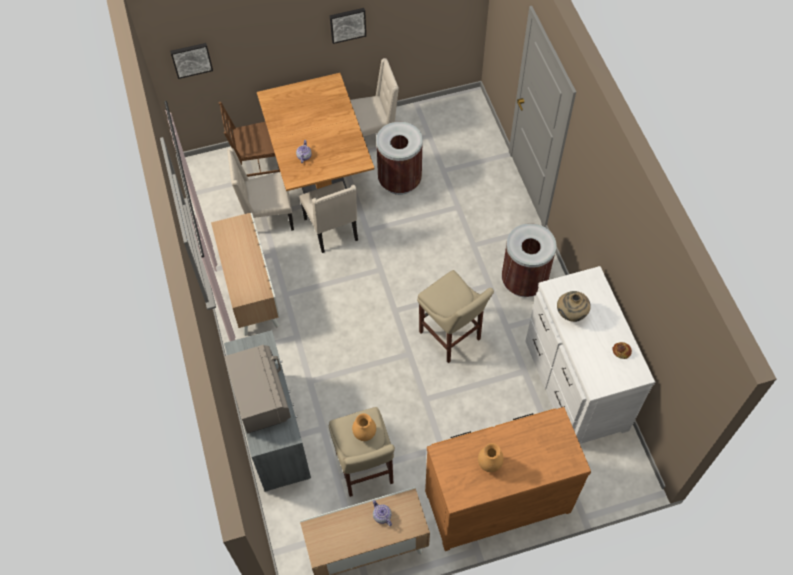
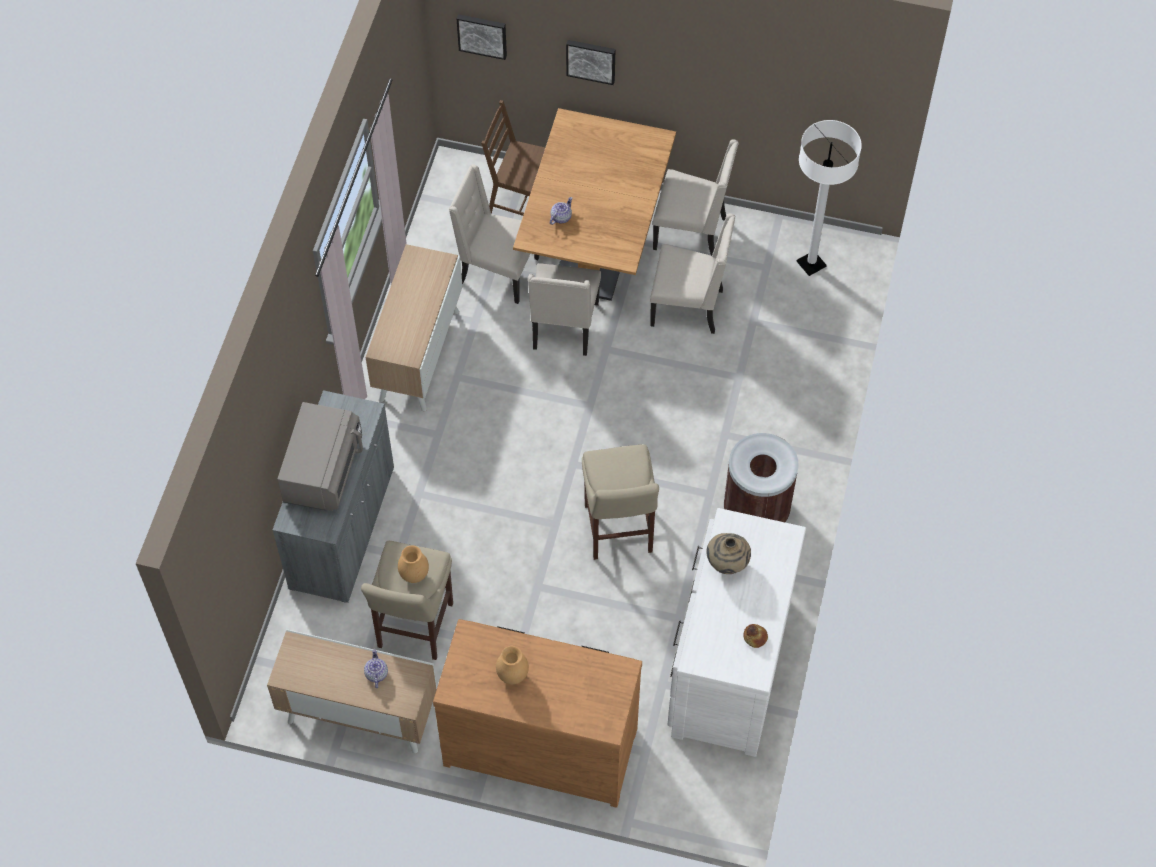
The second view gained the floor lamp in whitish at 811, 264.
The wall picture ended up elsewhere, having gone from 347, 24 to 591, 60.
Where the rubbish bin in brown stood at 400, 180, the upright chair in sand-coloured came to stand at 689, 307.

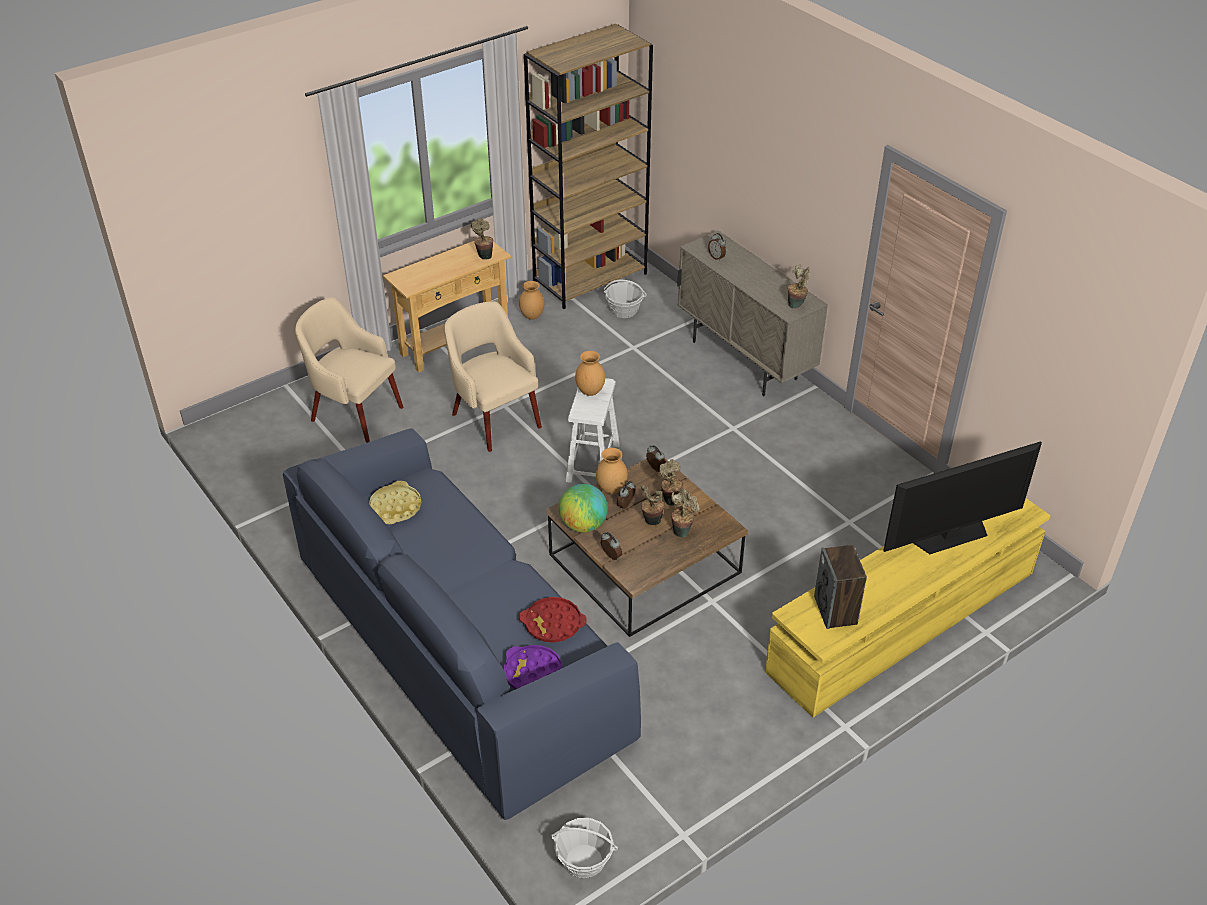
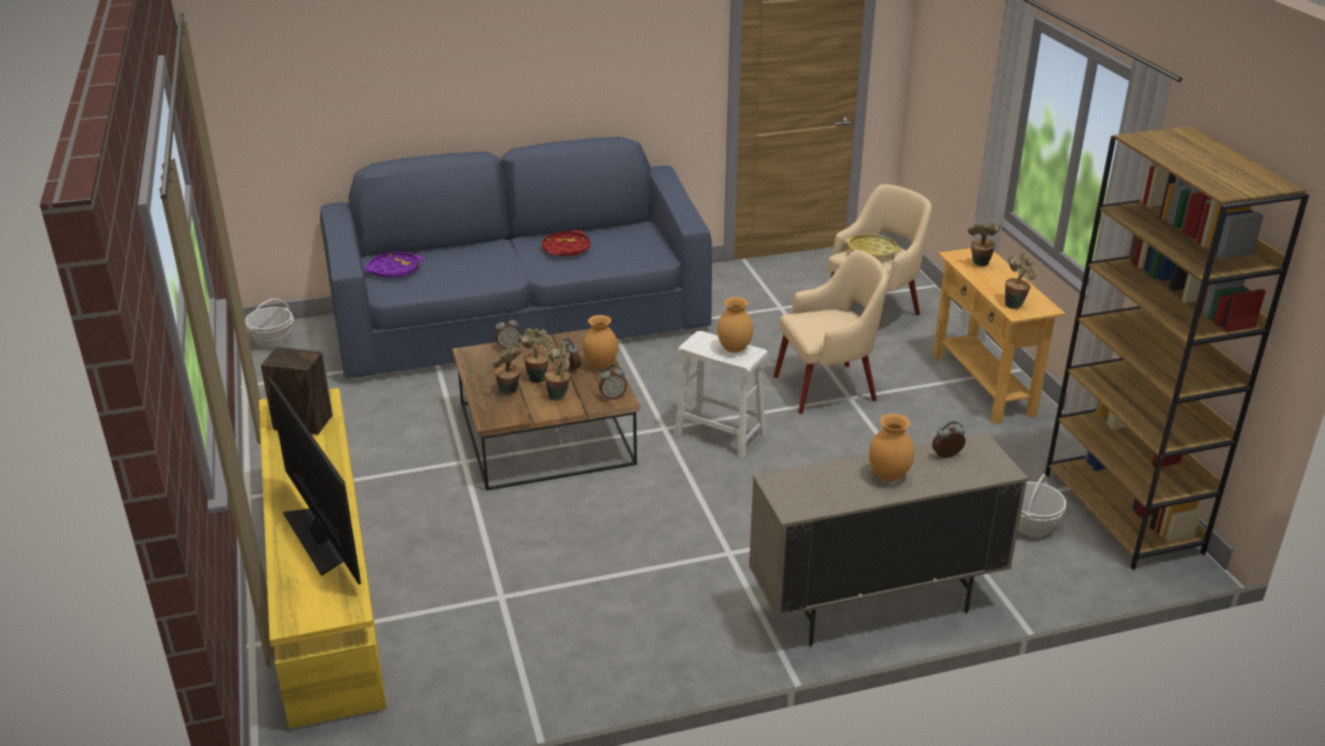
The second view lost the globe at 583, 525.
The serving tray in yellow-coloured ended up elsewhere, having gone from 395, 507 to 872, 251.
The flower vase in brown ended up elsewhere, having gone from 531, 316 to 888, 475.
The serving tray in red-coloured ended up elsewhere, having gone from 553, 624 to 566, 248.
The potted plant ended up elsewhere, having gone from 797, 305 to 980, 264.
The TV set at 950, 535 ended up facing another way, 150 degrees clockwise from before.

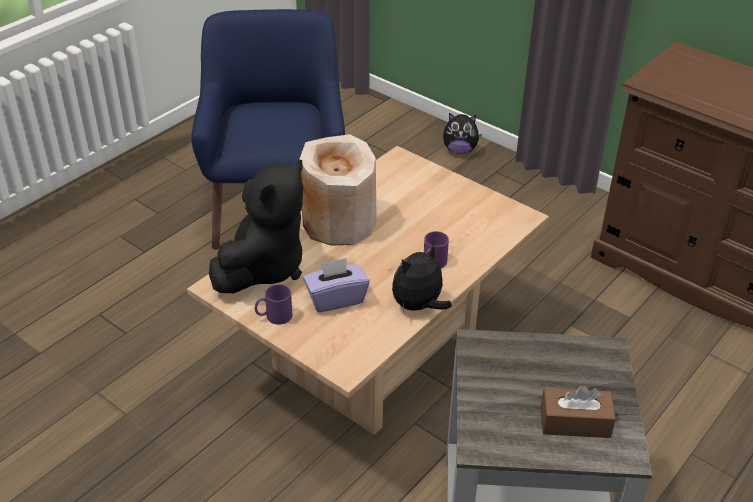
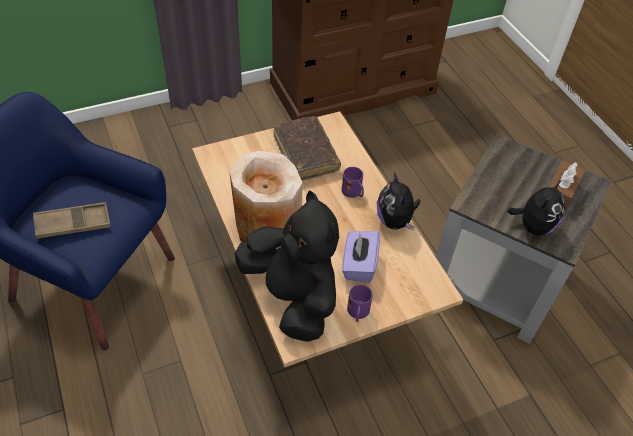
The second view gained the serving tray in brown at 73, 224.
The second view gained the bound book in brown at 306, 154.
The soft toy ended up elsewhere, having gone from 459, 150 to 533, 226.

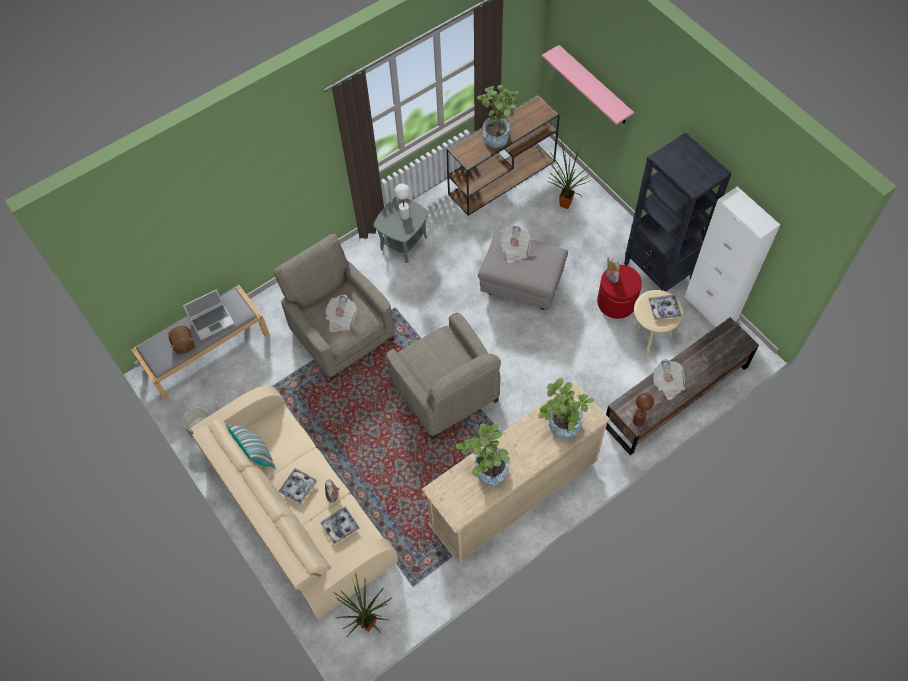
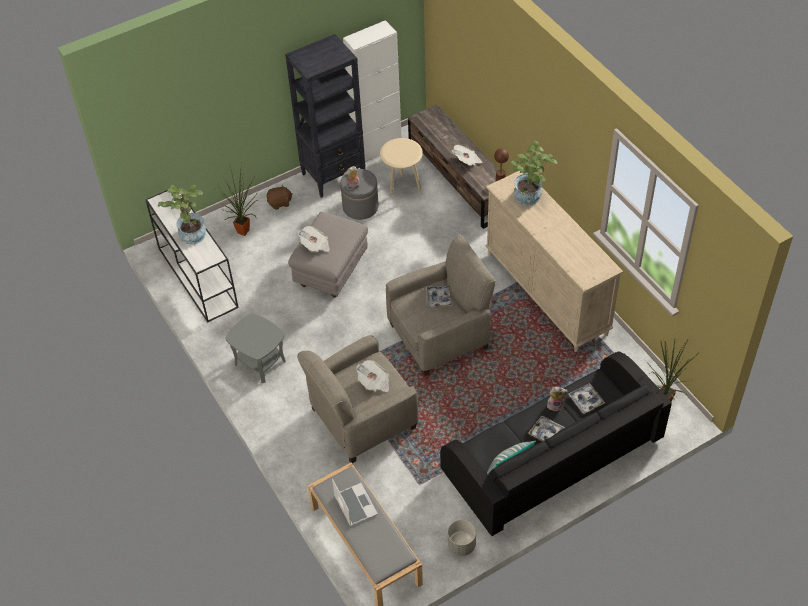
The second view lost the table lamp in whitish at 404, 215.
The second view lost the potted plant at 486, 471.
The second view lost the wall shelf in pink-coloured at 594, 86.
The soft toy in brown ended up elsewhere, having gone from 183, 345 to 280, 203.
The serving tray ended up elsewhere, having gone from 664, 309 to 438, 298.
What was the sofa in sand-coloured at 298, 508 turned into the sofa in blackish at 552, 457.
What was the console table in brown at 502, 177 turned into the console table in whitish at 197, 277.
What was the footrest in red-coloured at 616, 302 turned into the footrest in gray at 360, 207.

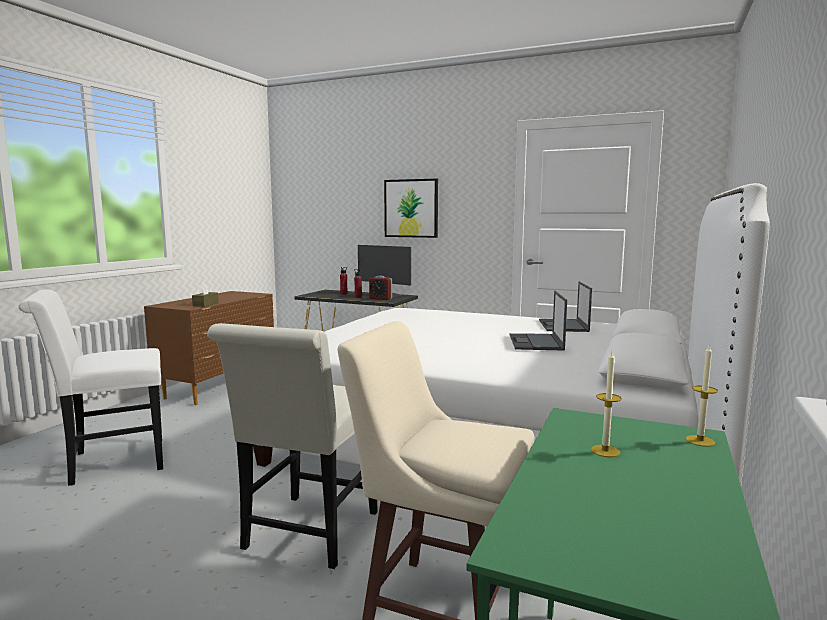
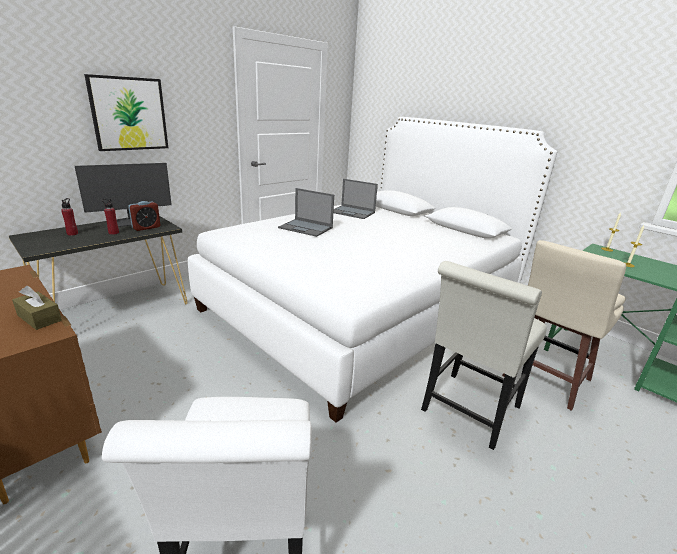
The laptop ended up elsewhere, having gone from 536, 342 to 306, 228.
The upright chair in whitish at 307, 535 ended up facing another way, 90 degrees clockwise from before.

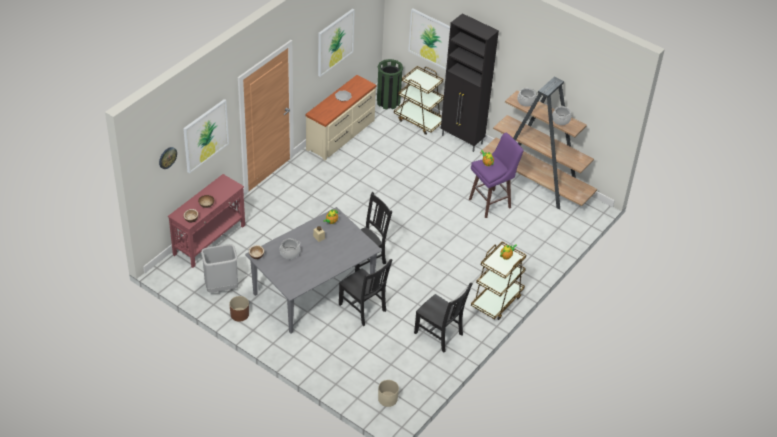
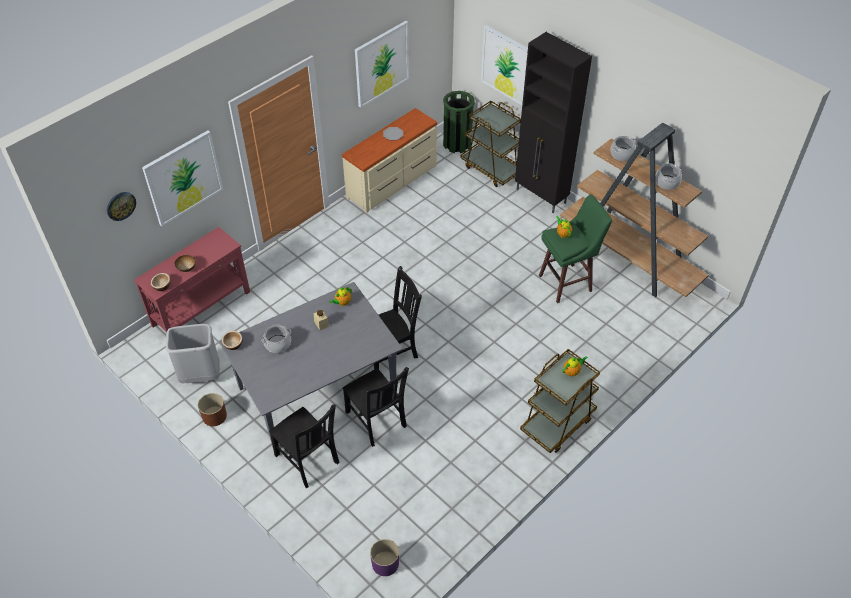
The upright chair in blackish ended up elsewhere, having gone from 439, 334 to 308, 460.
What was the planter in sand-coloured at 387, 399 turned into the planter in purple at 385, 563.
What was the stool seat in purple at 491, 203 turned into the stool seat in green at 567, 283.

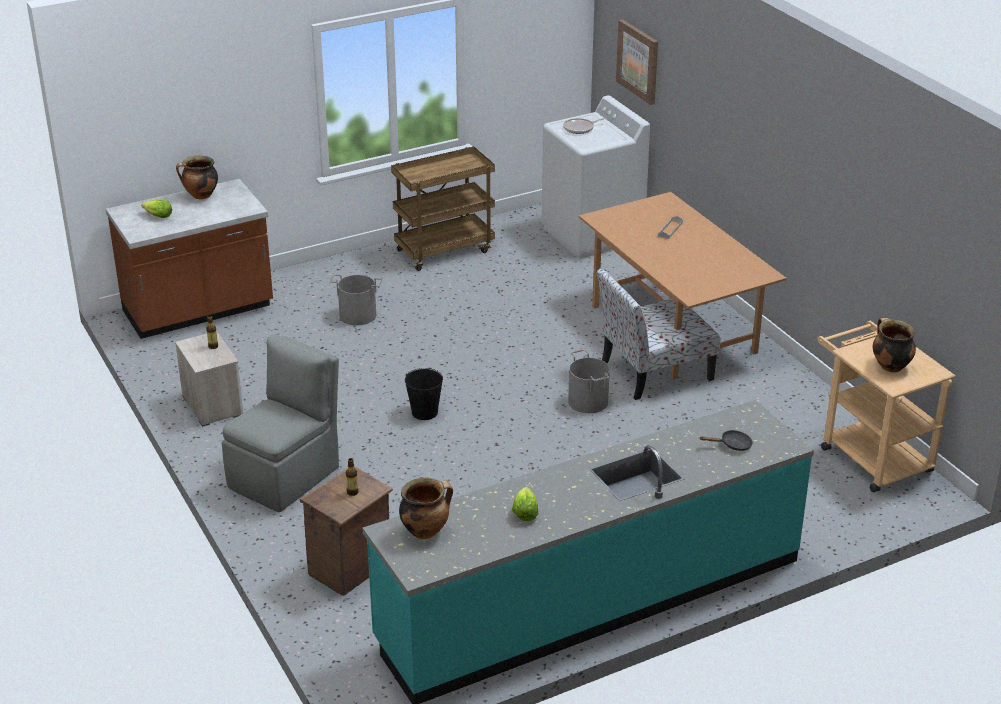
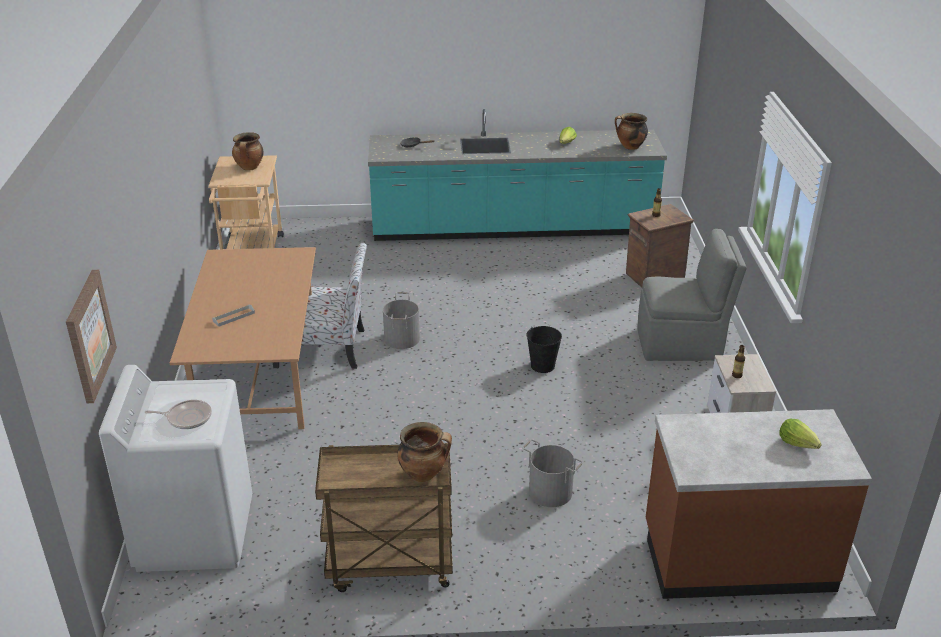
The stockpot ended up elsewhere, having gone from 200, 196 to 424, 474.
The upright chair in gray at 286, 476 ended up facing another way, 150 degrees counterclockwise from before.

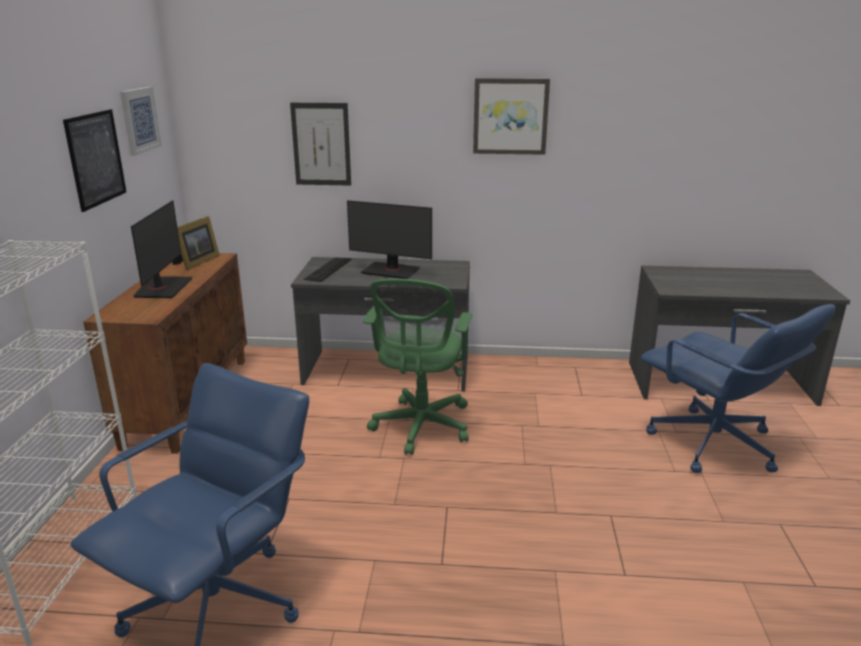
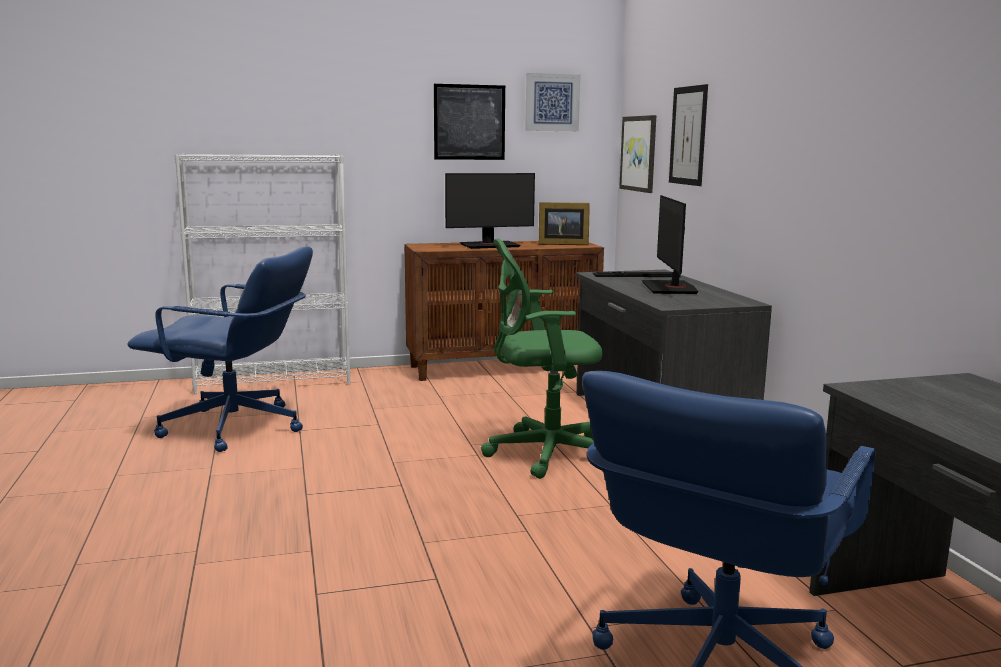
The wall picture ended up elsewhere, having gone from 510, 116 to 639, 153.

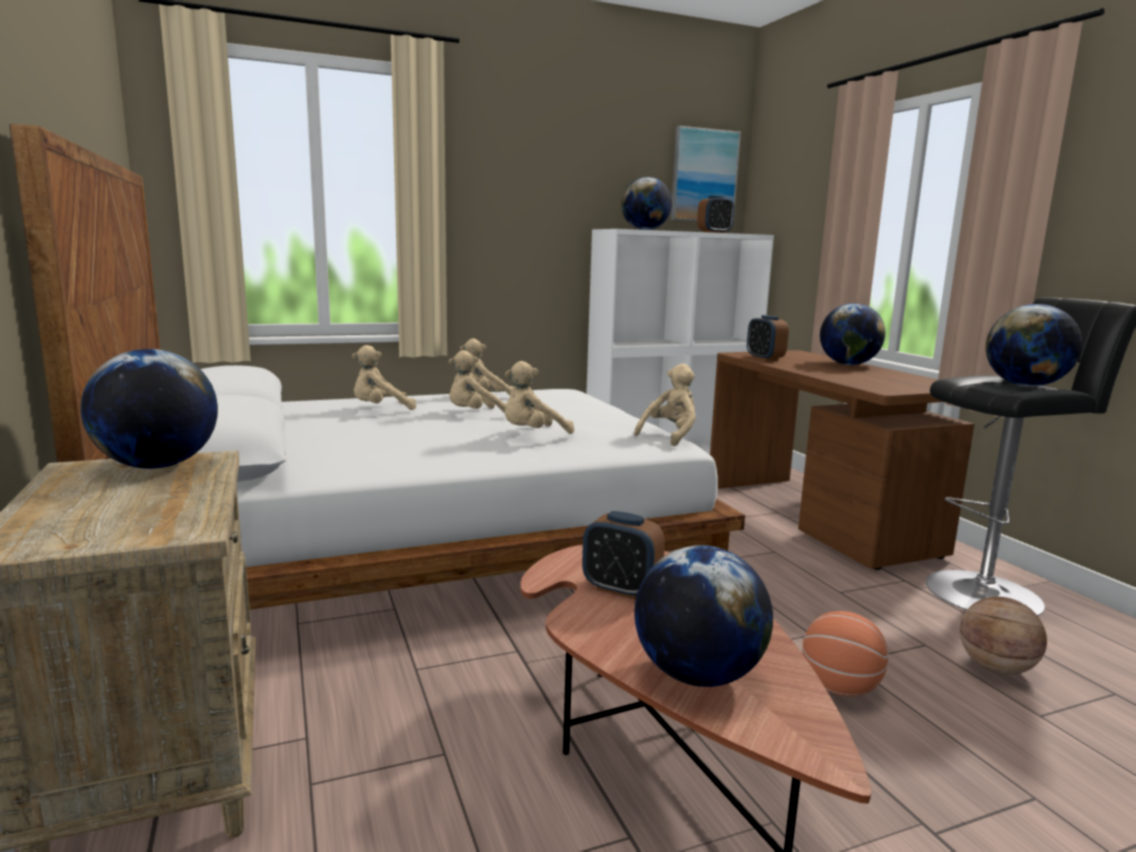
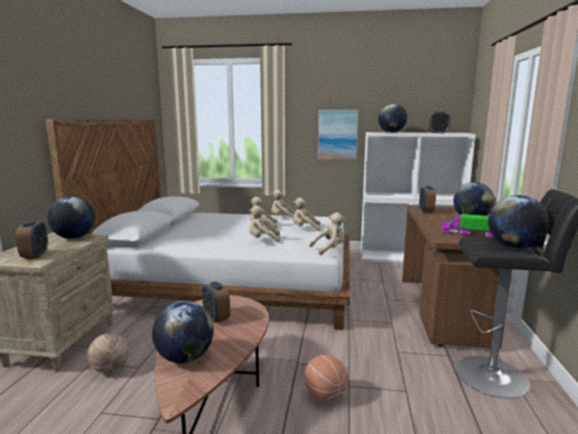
The second view gained the bedside clock at 35, 255.
The second view gained the model truck at 468, 233.
The soft toy in sand-coloured ended up elsewhere, having gone from 380, 409 to 305, 229.
The wall picture ended up elsewhere, having gone from 704, 176 to 337, 135.
The basketball ball ended up elsewhere, having gone from 995, 668 to 110, 369.

